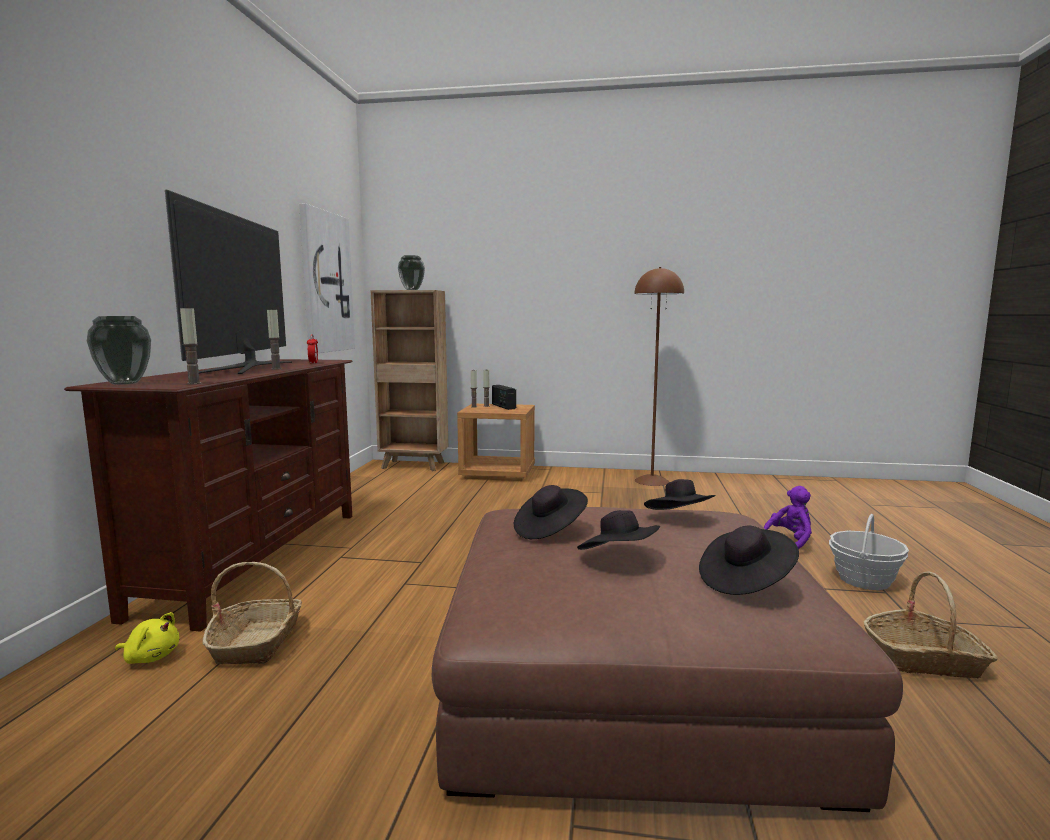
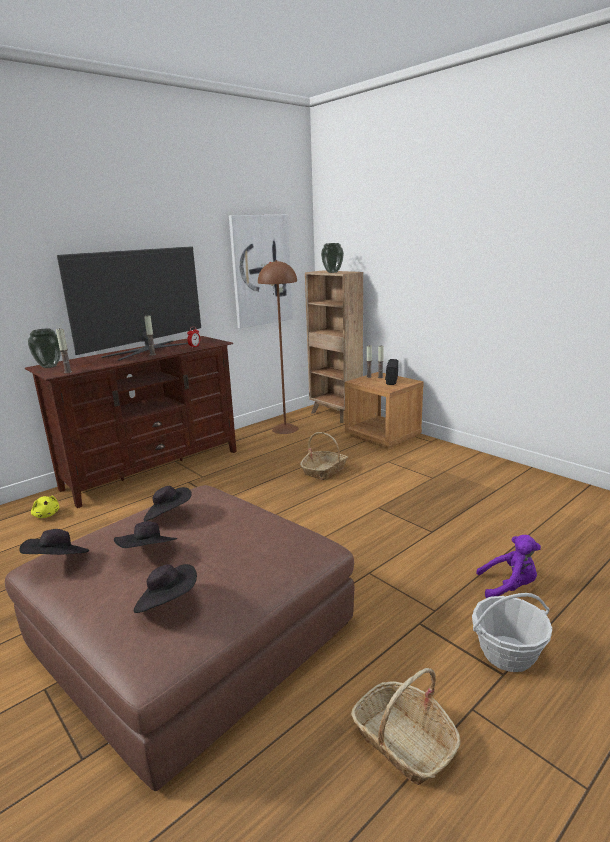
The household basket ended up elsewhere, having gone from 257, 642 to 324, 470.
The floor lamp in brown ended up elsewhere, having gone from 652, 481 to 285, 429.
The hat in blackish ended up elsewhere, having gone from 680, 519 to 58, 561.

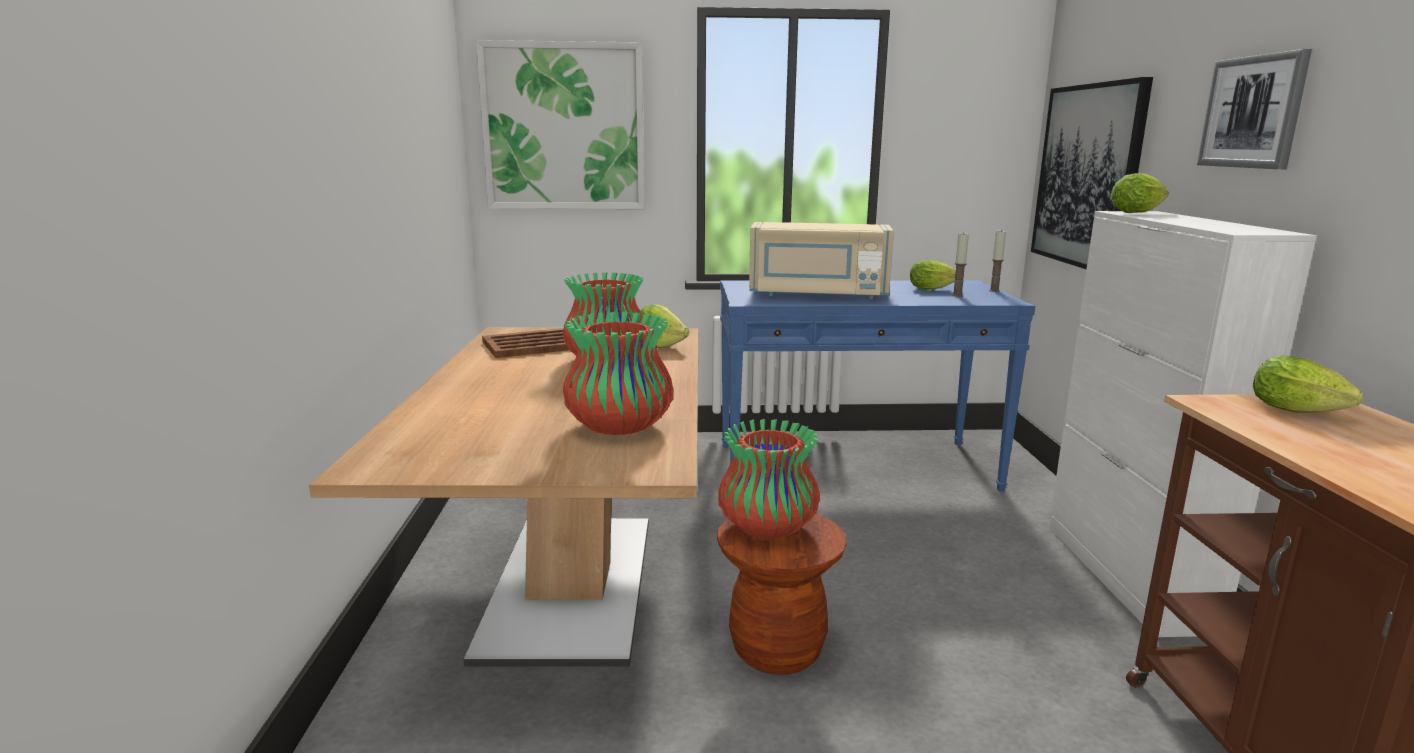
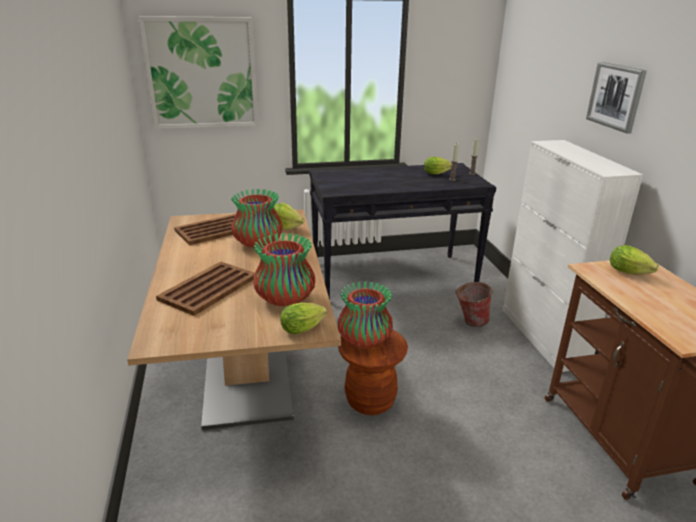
The second view lost the microwave oven in sand-coloured at 817, 294.
The second view lost the wall picture at 1087, 176.
The second view gained the serving tray in brown at 207, 288.
The second view gained the pail at 470, 322.
The lettuce head ended up elsewhere, having gone from 1139, 212 to 304, 328.
What was the console table in blue at 855, 467 turned into the console table in blackish at 393, 277.

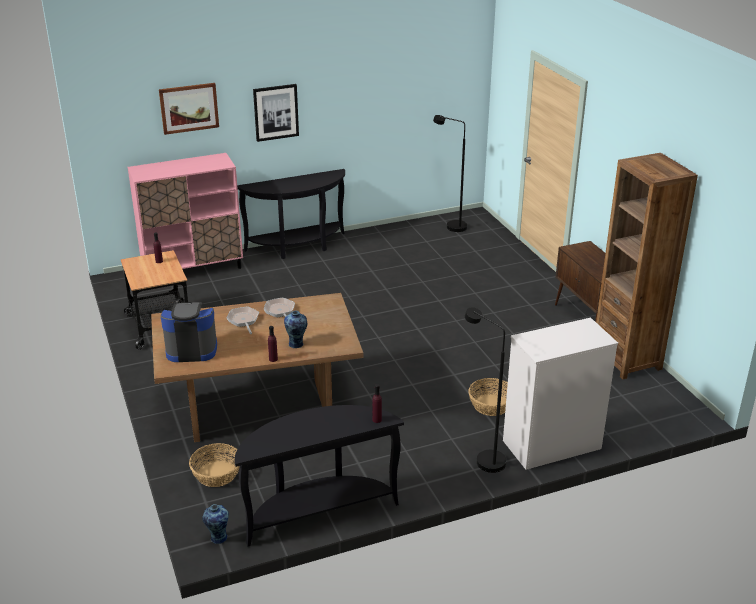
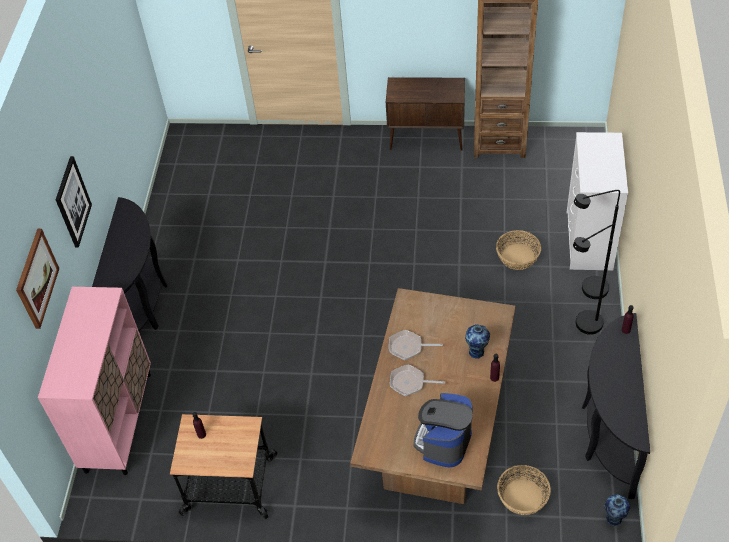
The floor lamp in blackish ended up elsewhere, having gone from 451, 226 to 583, 328.

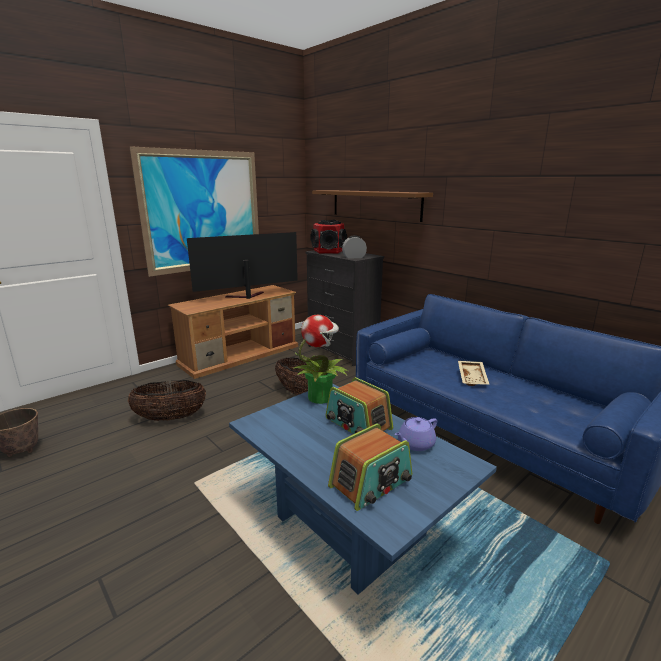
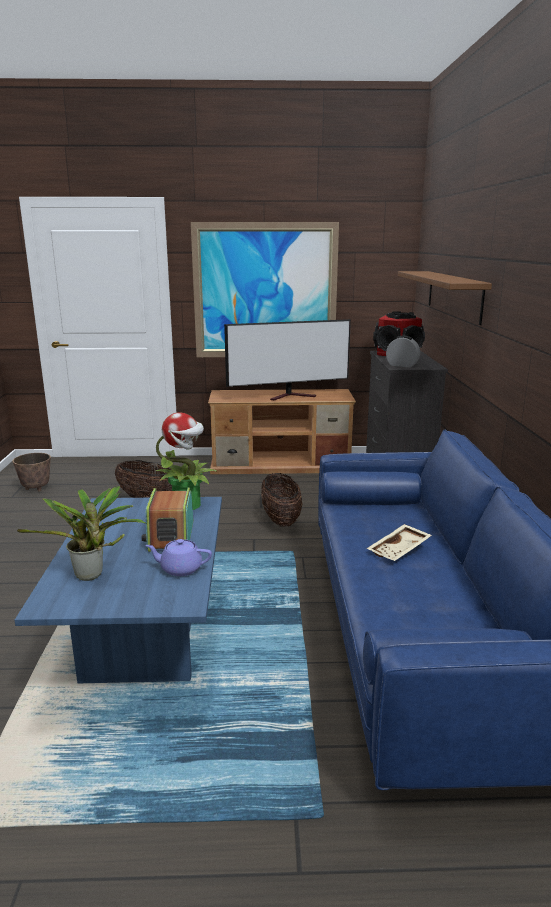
Where the radio stood at 371, 483, the potted plant came to stand at 92, 576.
The TV set at 245, 296 ended up facing another way, 150 degrees clockwise from before.

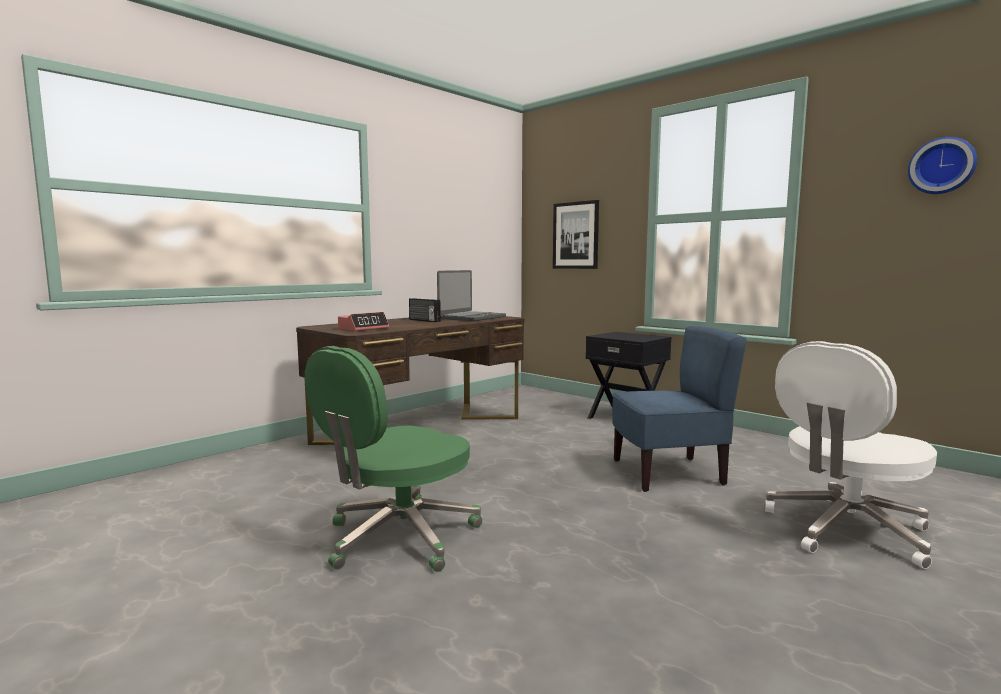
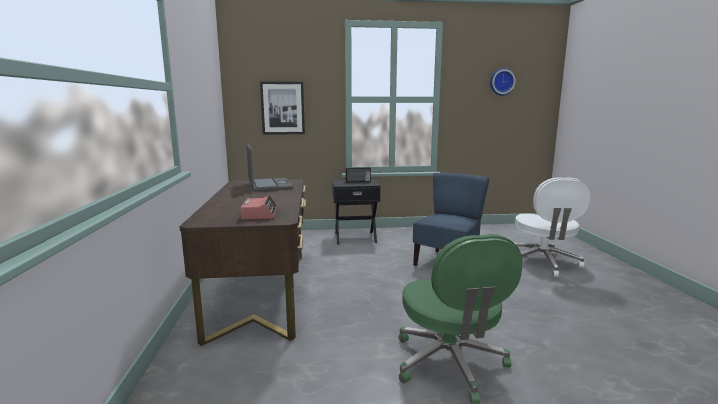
The radio ended up elsewhere, having gone from 424, 320 to 358, 181.

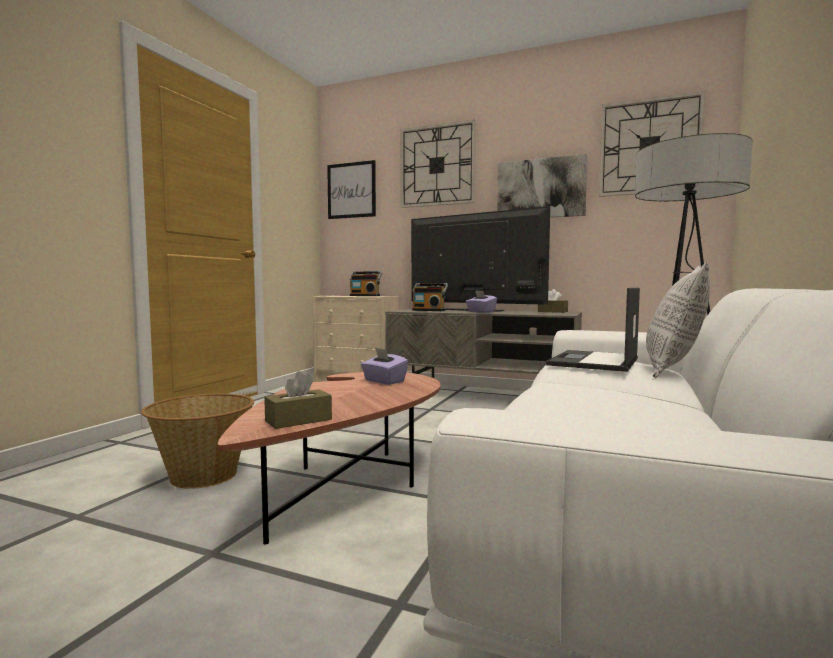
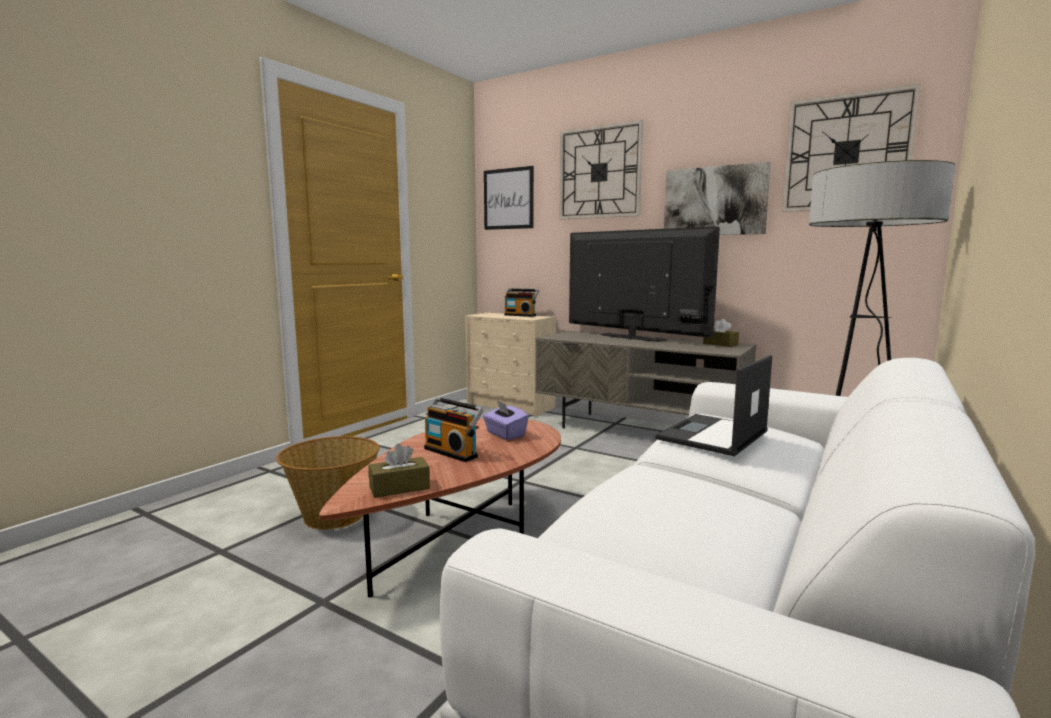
The second view lost the tissue holder in purple at 481, 312.
The second view lost the pillow at 673, 371.
The radio ended up elsewhere, having gone from 429, 310 to 452, 452.

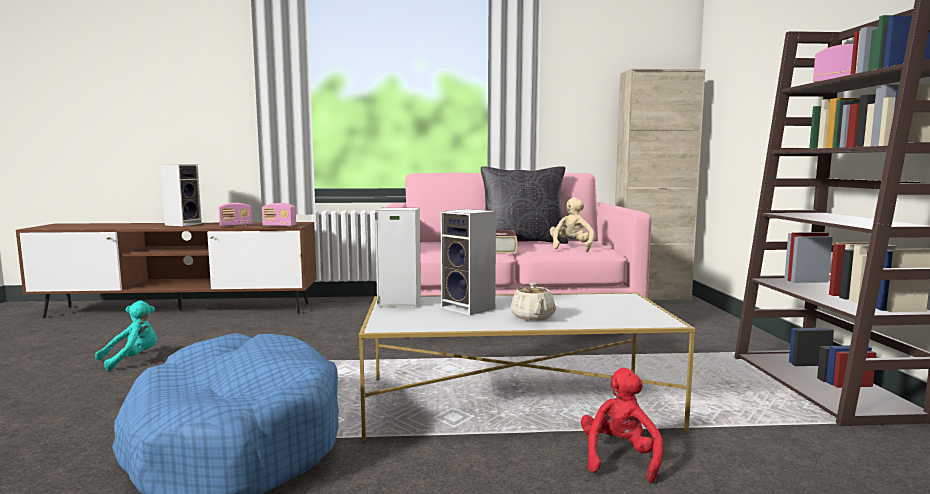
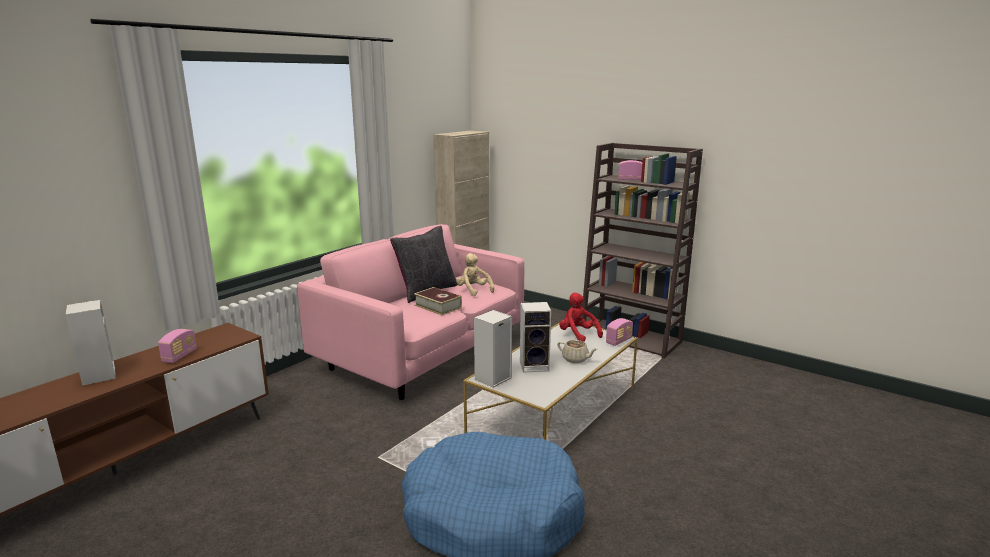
The second view lost the soft toy in turquoise-coloured at 132, 359.
The radio ended up elsewhere, having gone from 279, 226 to 619, 341.
The soft toy in red-coloured ended up elsewhere, having gone from 619, 458 to 578, 335.

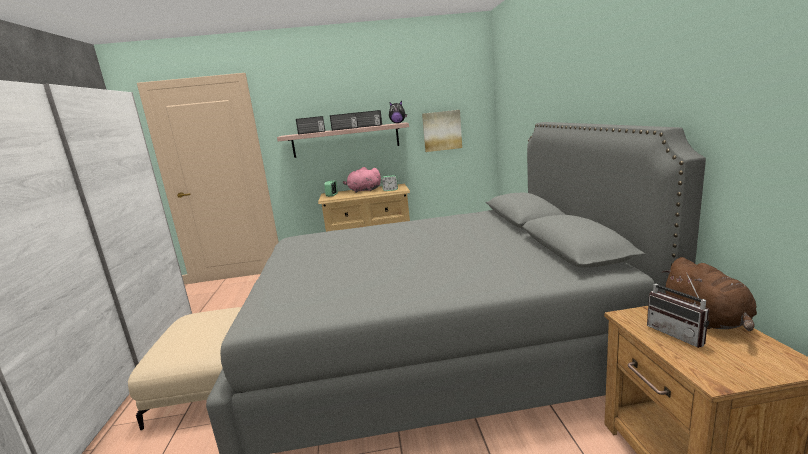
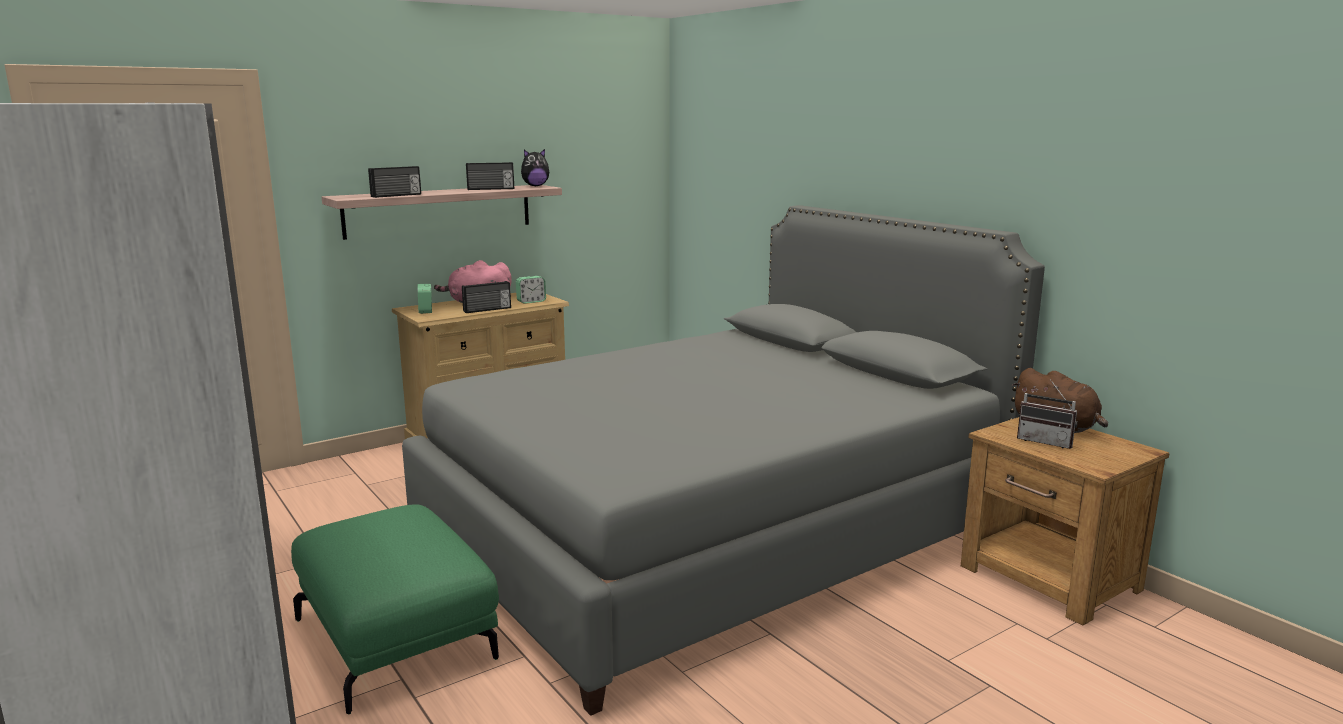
The second view lost the wall picture at 442, 130.
The radio ended up elsewhere, having gone from 345, 129 to 487, 310.
What was the footrest in sand-coloured at 211, 385 turned into the footrest in green at 398, 638.

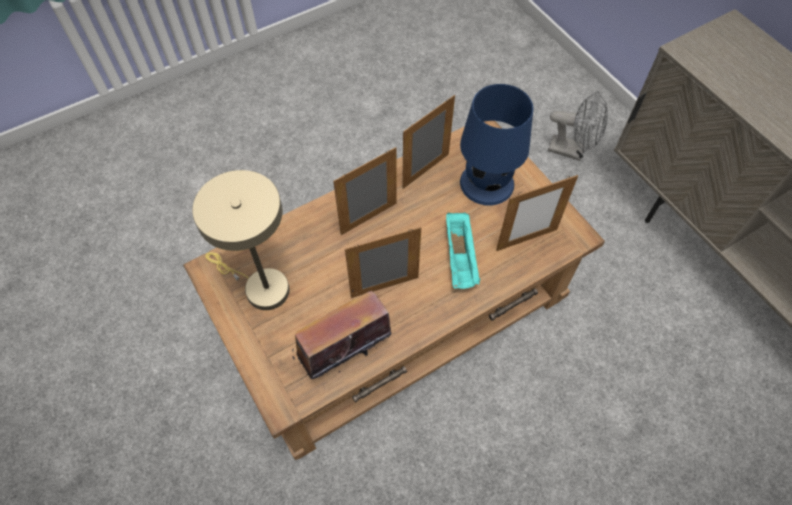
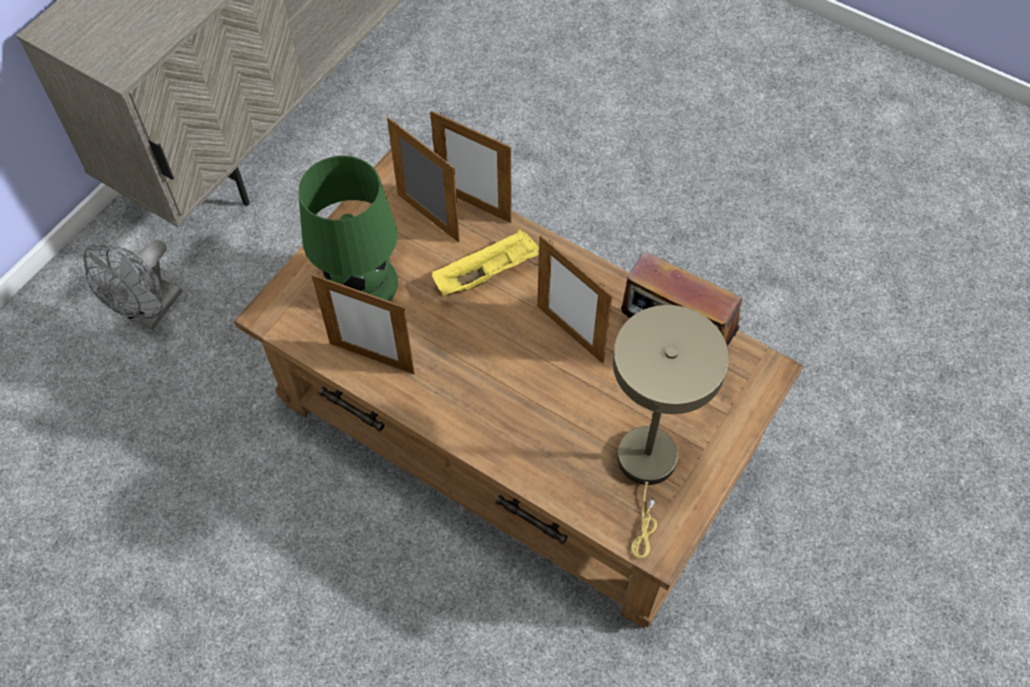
The picture frame ended up elsewhere, having gone from 369, 219 to 474, 205.
What was the serving tray in turquoise-coloured at 460, 258 turned into the serving tray in yellow-coloured at 488, 273.
What was the table lamp in blue at 487, 182 turned into the table lamp in green at 359, 283.
The cooling fan in gray at 572, 150 ended up facing another way, 150 degrees counterclockwise from before.

